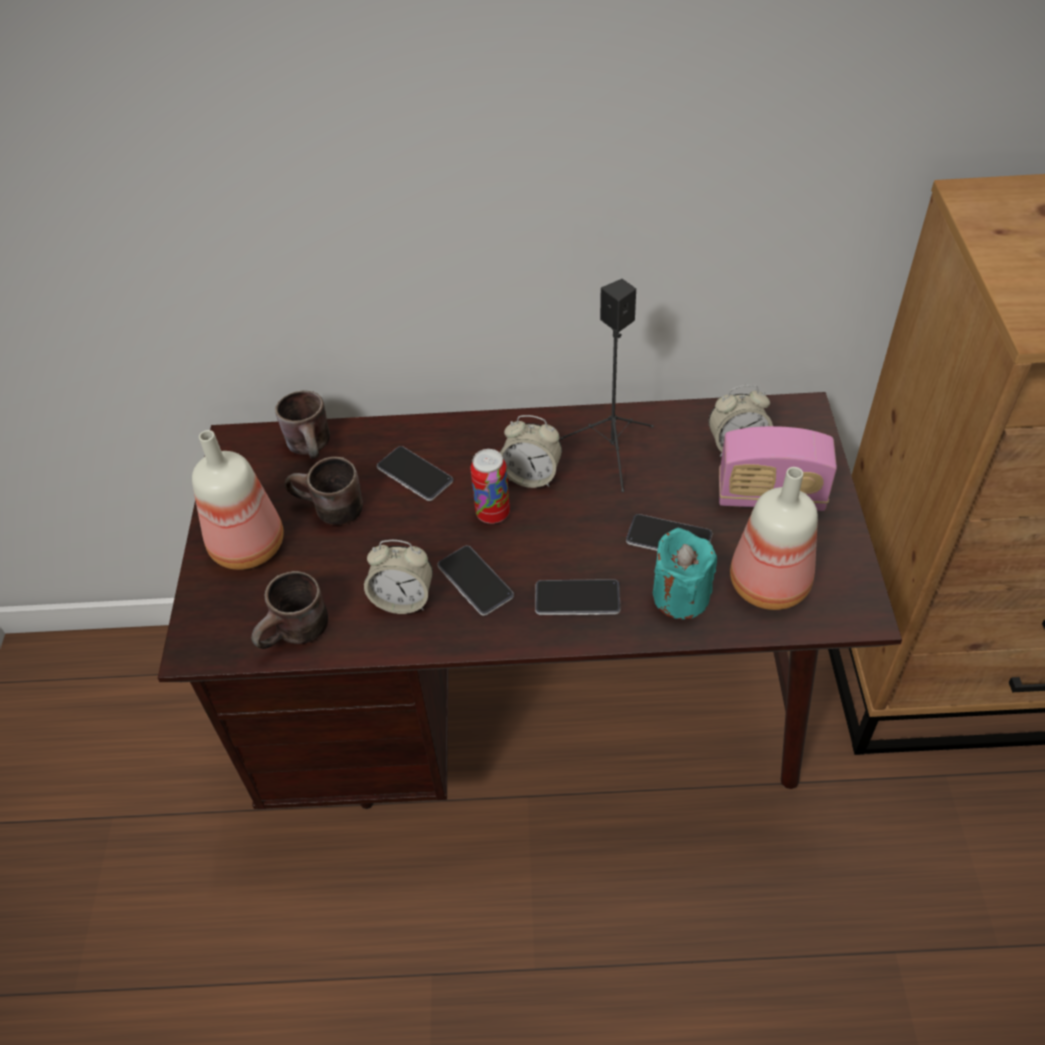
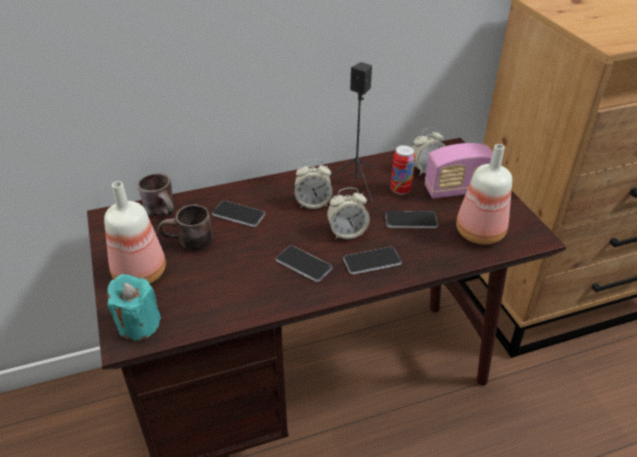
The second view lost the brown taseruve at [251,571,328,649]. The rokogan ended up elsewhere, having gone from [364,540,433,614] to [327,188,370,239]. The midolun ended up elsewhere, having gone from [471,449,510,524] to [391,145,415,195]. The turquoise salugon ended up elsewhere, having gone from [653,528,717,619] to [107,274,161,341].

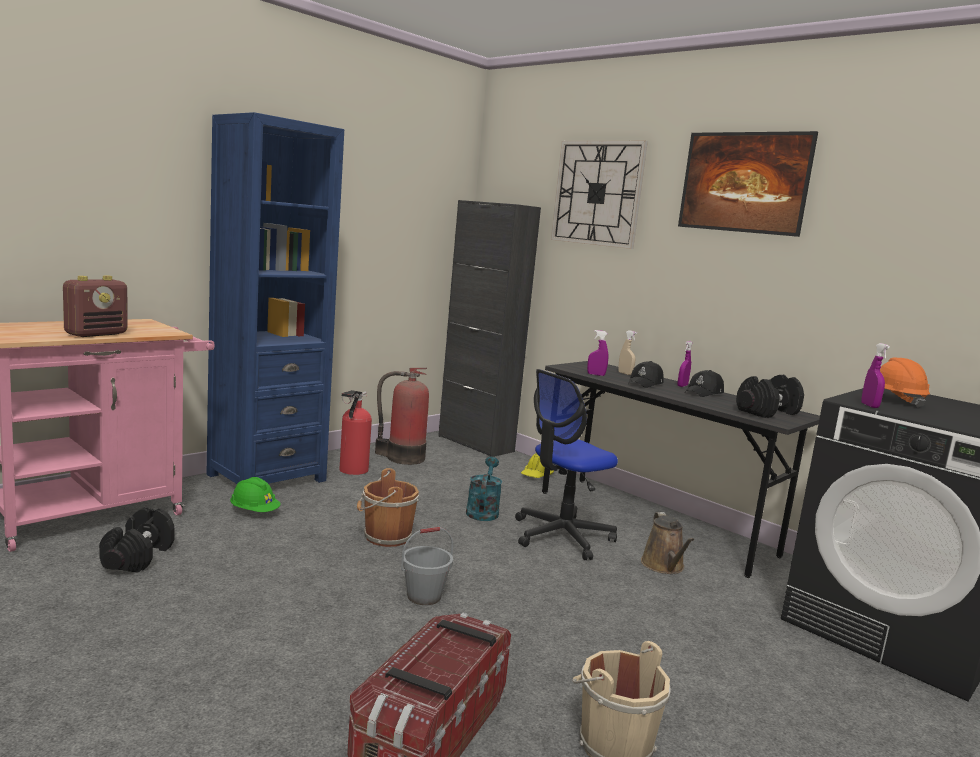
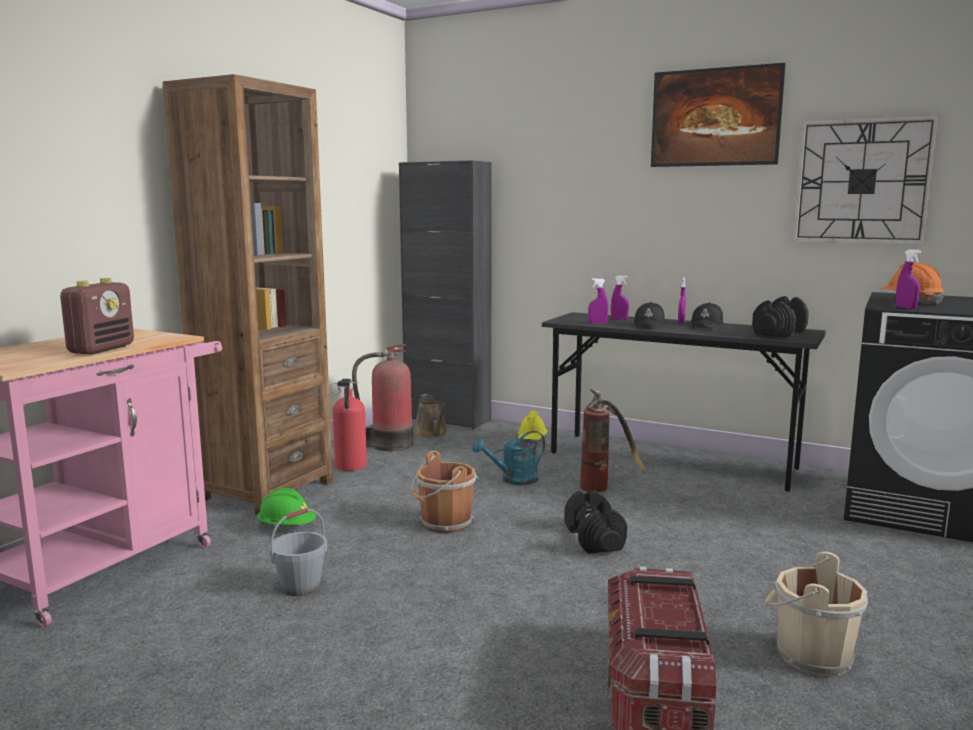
The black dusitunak ended up elsewhere, having gone from [99,507,174,573] to [564,490,627,554]. What was the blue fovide at [207,112,344,484] turned into the brown fovide at [162,74,333,515]. The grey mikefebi ended up elsewhere, having gone from [401,527,453,605] to [269,508,327,596]. The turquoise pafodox at [466,457,502,521] ended up facing another way, 105 degrees counterclockwise from before. Where the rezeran stood at [515,369,618,560], the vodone came to stand at [580,389,646,492]. The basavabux ended up elsewhere, having gone from [551,141,648,249] to [792,115,940,245]. What was the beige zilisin at [618,330,637,375] turned into the purple zilisin at [611,275,629,320]. The brown pafodox ended up elsewhere, having gone from [641,512,694,574] to [414,394,447,437].

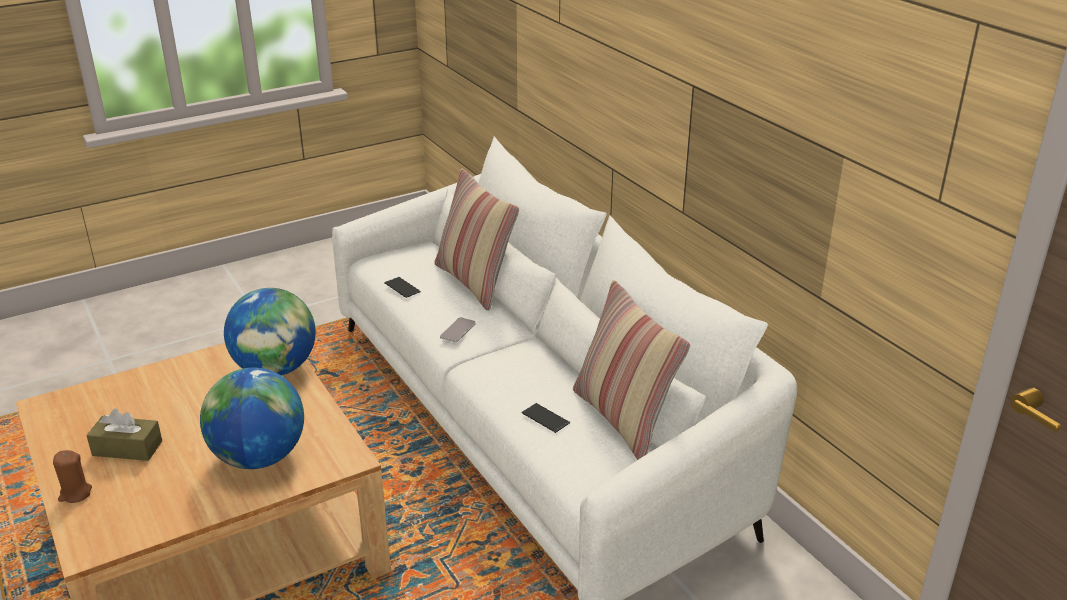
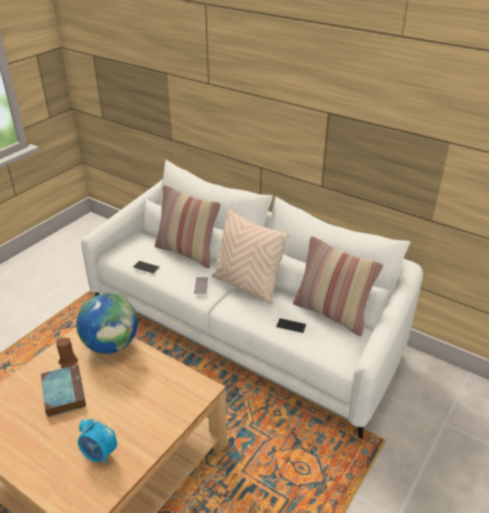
The brown salugon ended up elsewhere, having gone from [53,450,92,503] to [56,338,78,368]. The second view lost the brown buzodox at [86,409,162,461]. The second view lost the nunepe at [200,368,304,469]. The second view gained the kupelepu at [41,365,86,417]. The second view gained the rokogan at [78,418,117,465]. The second view gained the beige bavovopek at [212,208,289,304].

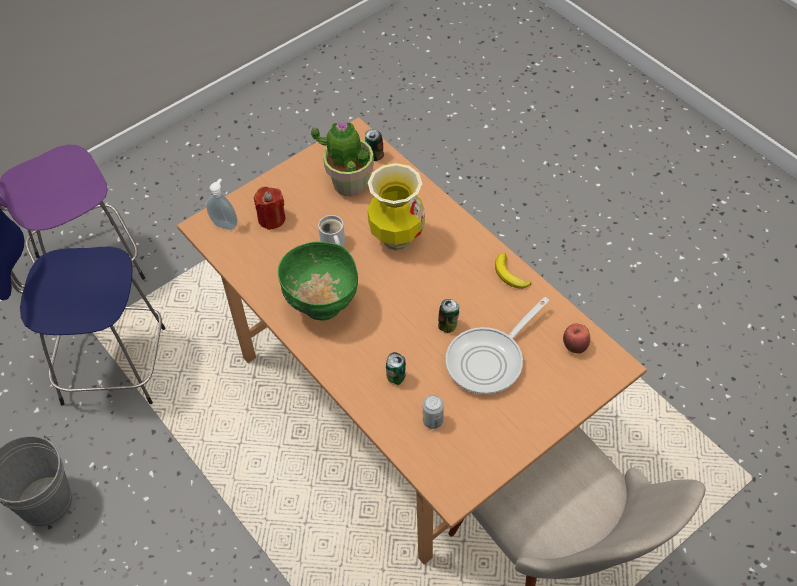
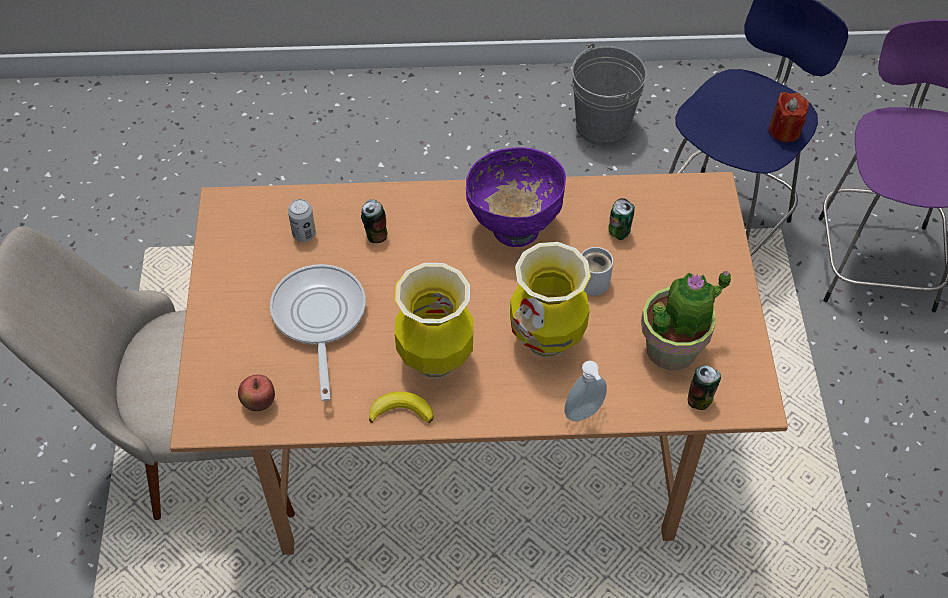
The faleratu ended up elsewhere, having gone from [206,178,238,230] to [564,361,607,422]. The red salugon ended up elsewhere, having gone from [254,187,285,230] to [769,92,809,142]. What was the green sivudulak at [278,242,358,321] turned into the purple sivudulak at [466,147,566,247]. The midolun ended up elsewhere, having gone from [438,299,459,333] to [608,198,635,240]. The second view gained the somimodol at [395,263,473,378].

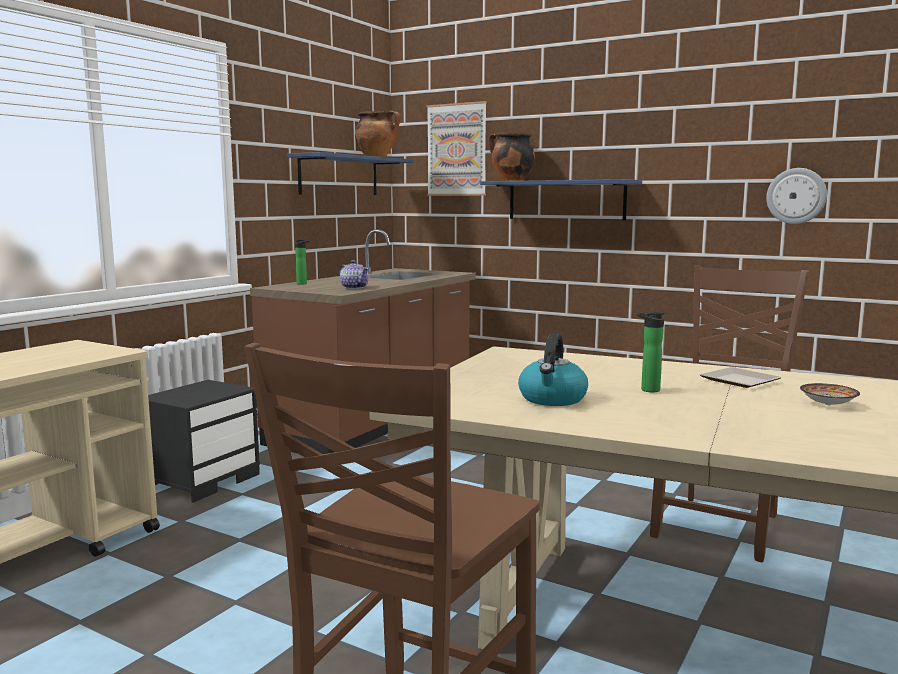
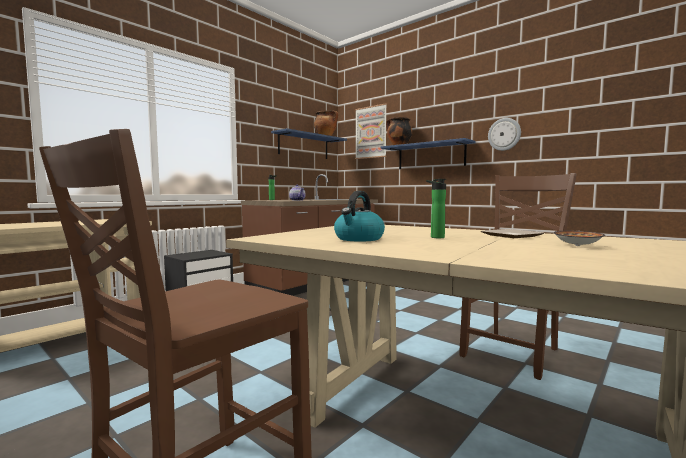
The basavabux ended up elsewhere, having gone from [766,168,827,224] to [488,118,521,151].

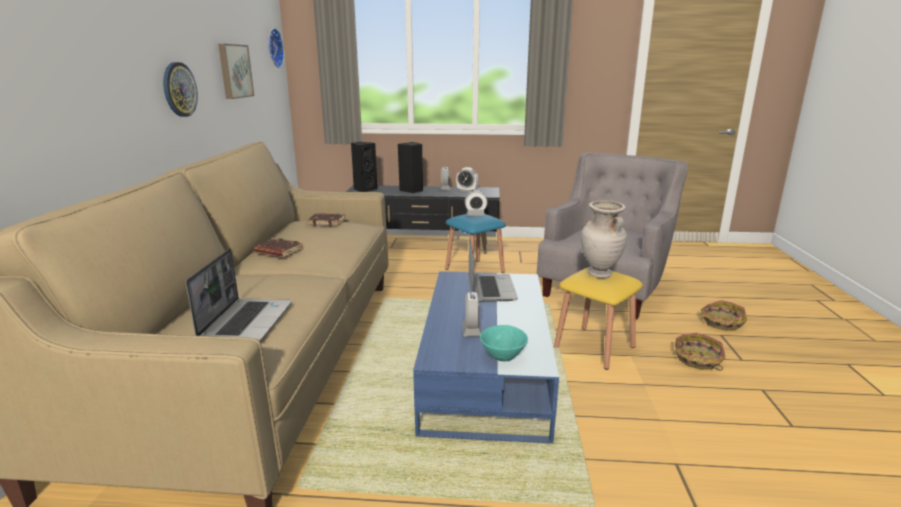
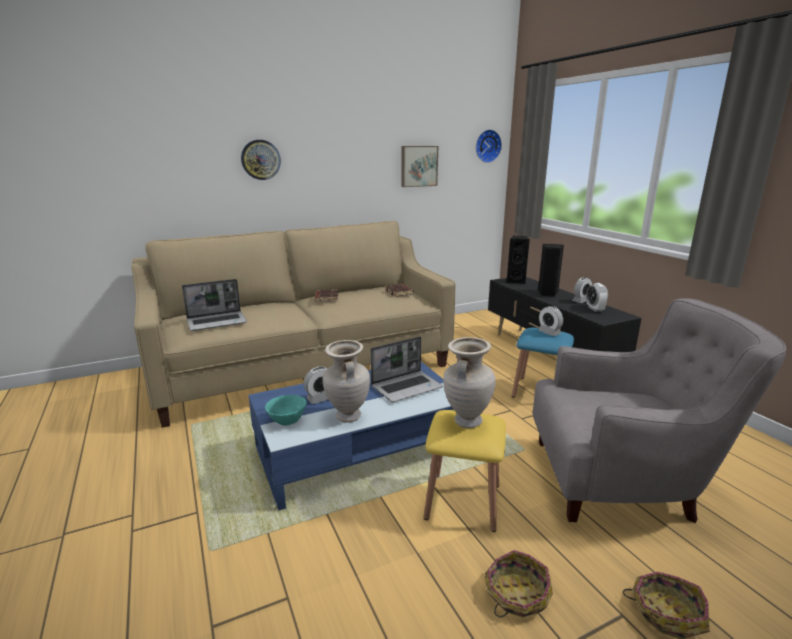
The basavabux ended up elsewhere, having gone from [163,62,198,117] to [241,140,281,180]. The second view gained the beige somimodol at [323,340,370,423].

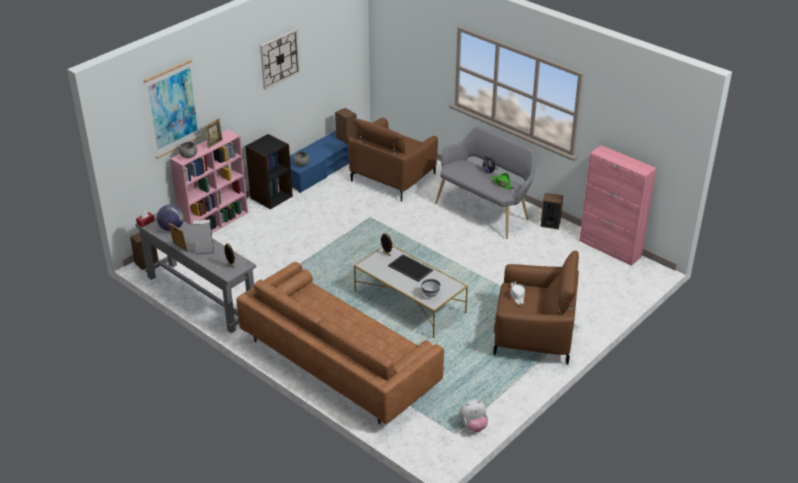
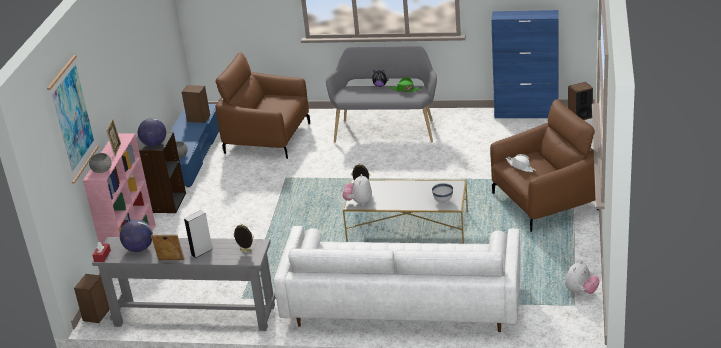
What was the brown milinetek at [236,262,444,424] turned into the white milinetek at [274,226,521,332]. The second view lost the basavabux at [260,29,300,89]. The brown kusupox at [348,118,438,201] ended up facing another way, 105 degrees clockwise from before. The second view lost the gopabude at [388,254,433,282]. The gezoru ended up elsewhere, having gone from [540,193,563,229] to [568,82,593,120]. What was the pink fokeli at [579,145,656,266] turned into the blue fokeli at [491,10,559,118]. The second view gained the nunepe at [138,118,166,146]. The second view gained the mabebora at [342,174,372,206].

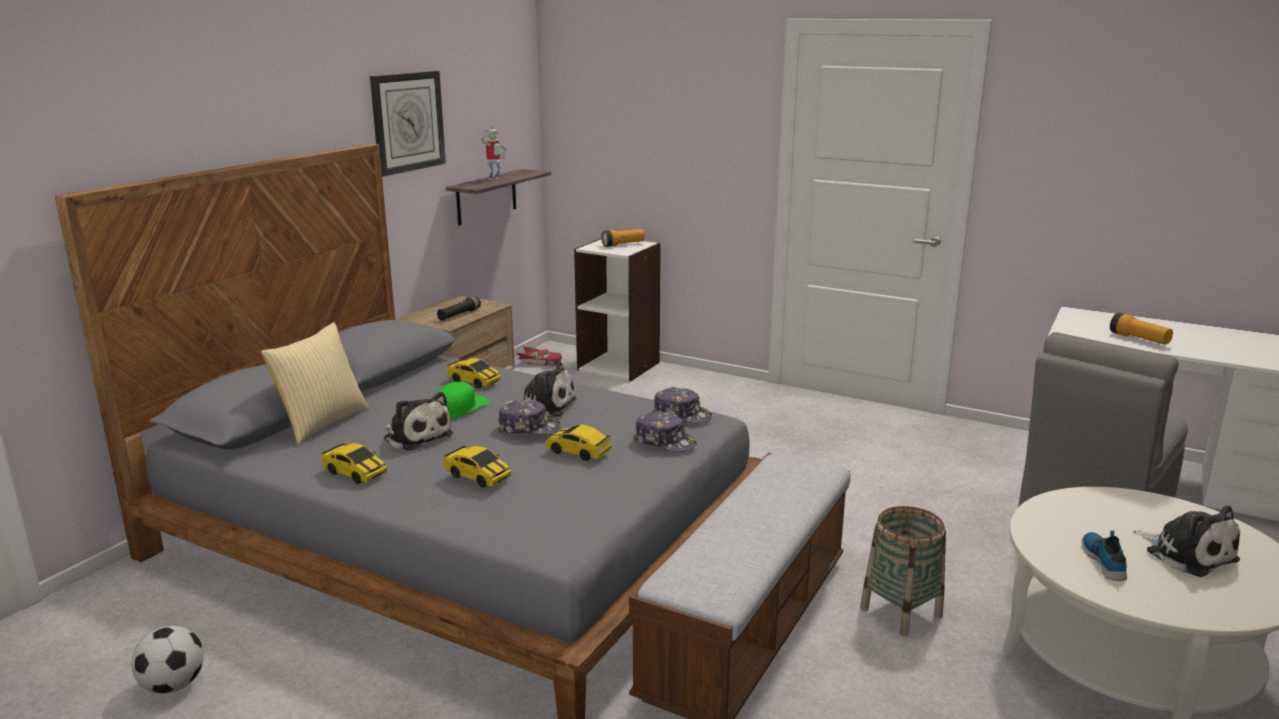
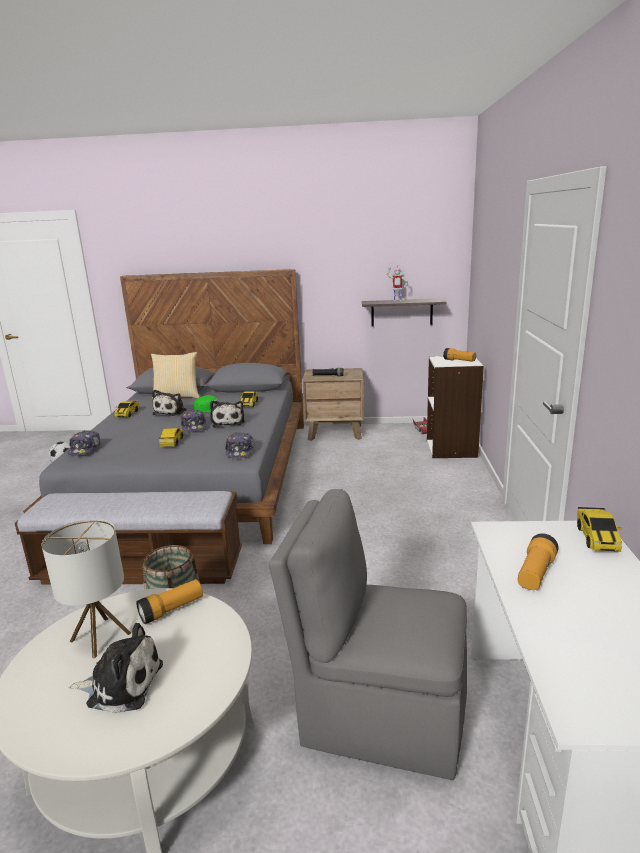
The second view lost the basavabux at [370,71,446,177]. The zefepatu ended up elsewhere, having gone from [444,446,511,488] to [577,507,622,552]. The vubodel ended up elsewhere, having gone from [633,411,697,452] to [67,430,100,456]. Where the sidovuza stood at [1082,530,1127,581], the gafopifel came to stand at [42,519,131,658]. The mabebora at [1133,505,1240,577] ended up facing another way, 120 degrees counterclockwise from before. The second view gained the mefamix at [137,579,203,624].

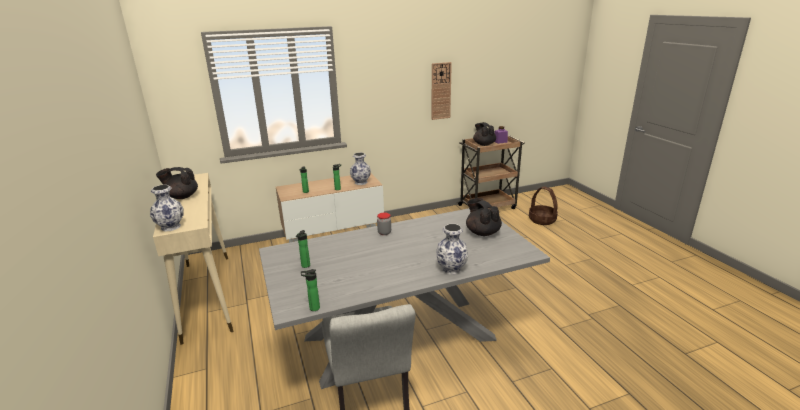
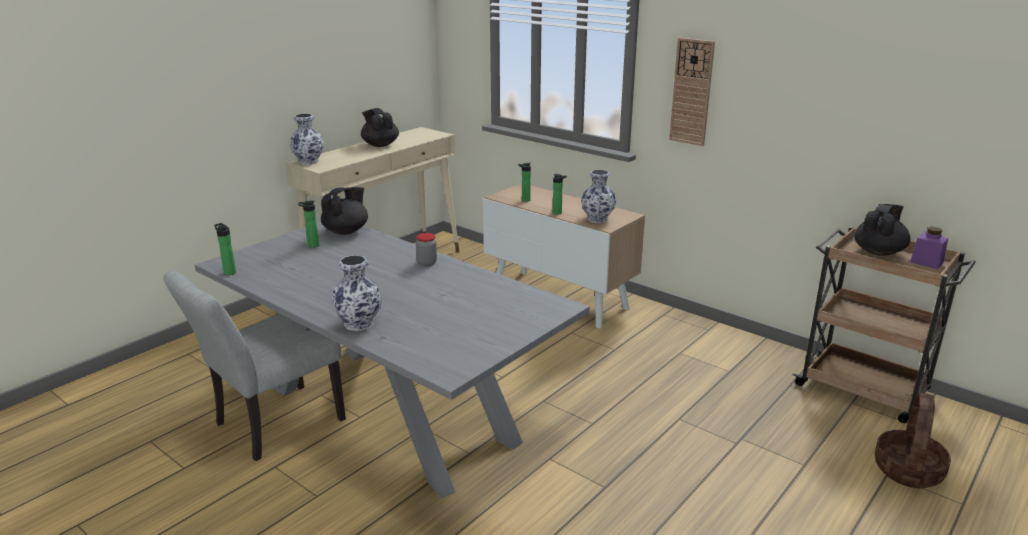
The basavabux ended up elsewhere, having gone from [431,62,452,120] to [669,38,715,146]. The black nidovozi ended up elsewhere, having gone from [466,198,502,236] to [321,187,368,234].

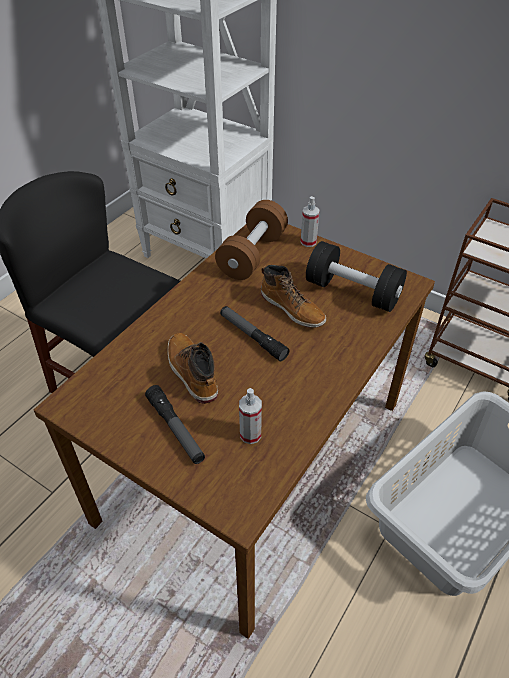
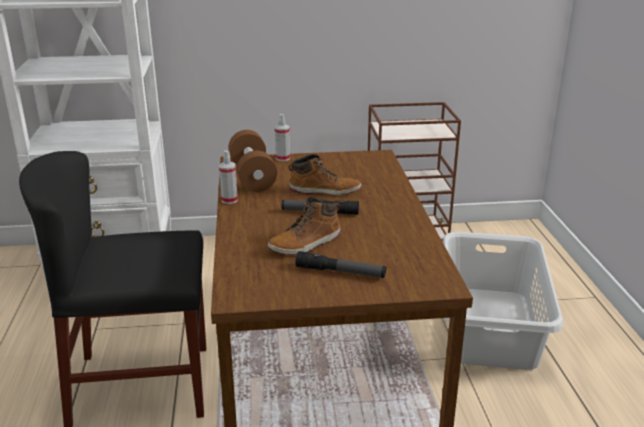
The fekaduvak at [168,333,218,404] ended up facing another way, 60 degrees counterclockwise from before. The zilisin ended up elsewhere, having gone from [239,388,262,444] to [219,150,238,204]. The second view lost the black dusitunak at [306,241,407,312].

